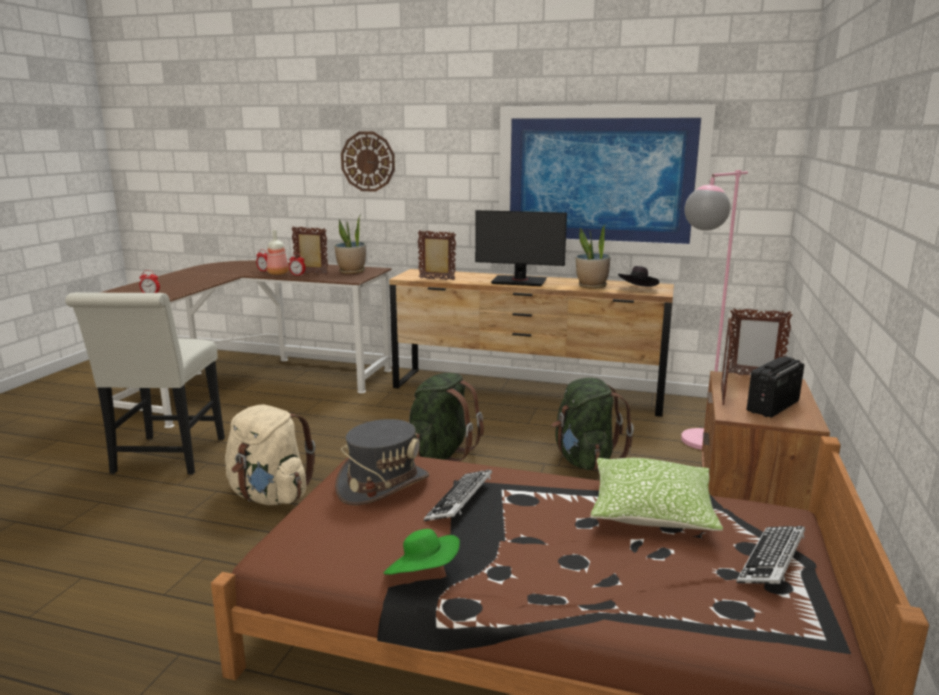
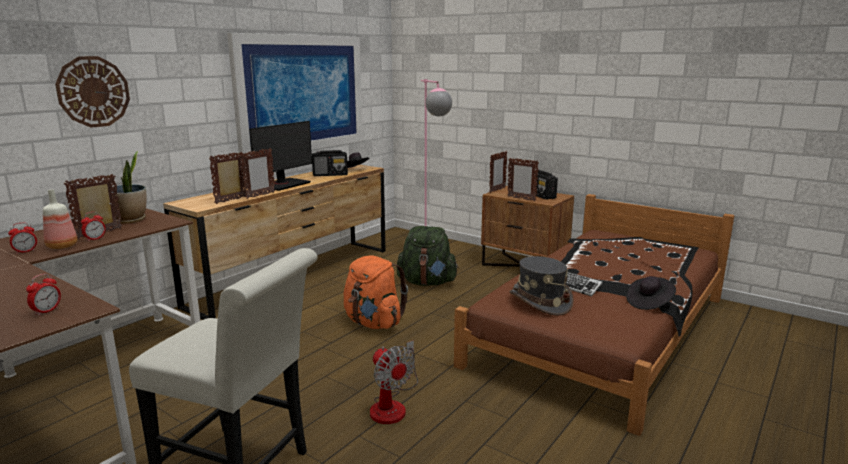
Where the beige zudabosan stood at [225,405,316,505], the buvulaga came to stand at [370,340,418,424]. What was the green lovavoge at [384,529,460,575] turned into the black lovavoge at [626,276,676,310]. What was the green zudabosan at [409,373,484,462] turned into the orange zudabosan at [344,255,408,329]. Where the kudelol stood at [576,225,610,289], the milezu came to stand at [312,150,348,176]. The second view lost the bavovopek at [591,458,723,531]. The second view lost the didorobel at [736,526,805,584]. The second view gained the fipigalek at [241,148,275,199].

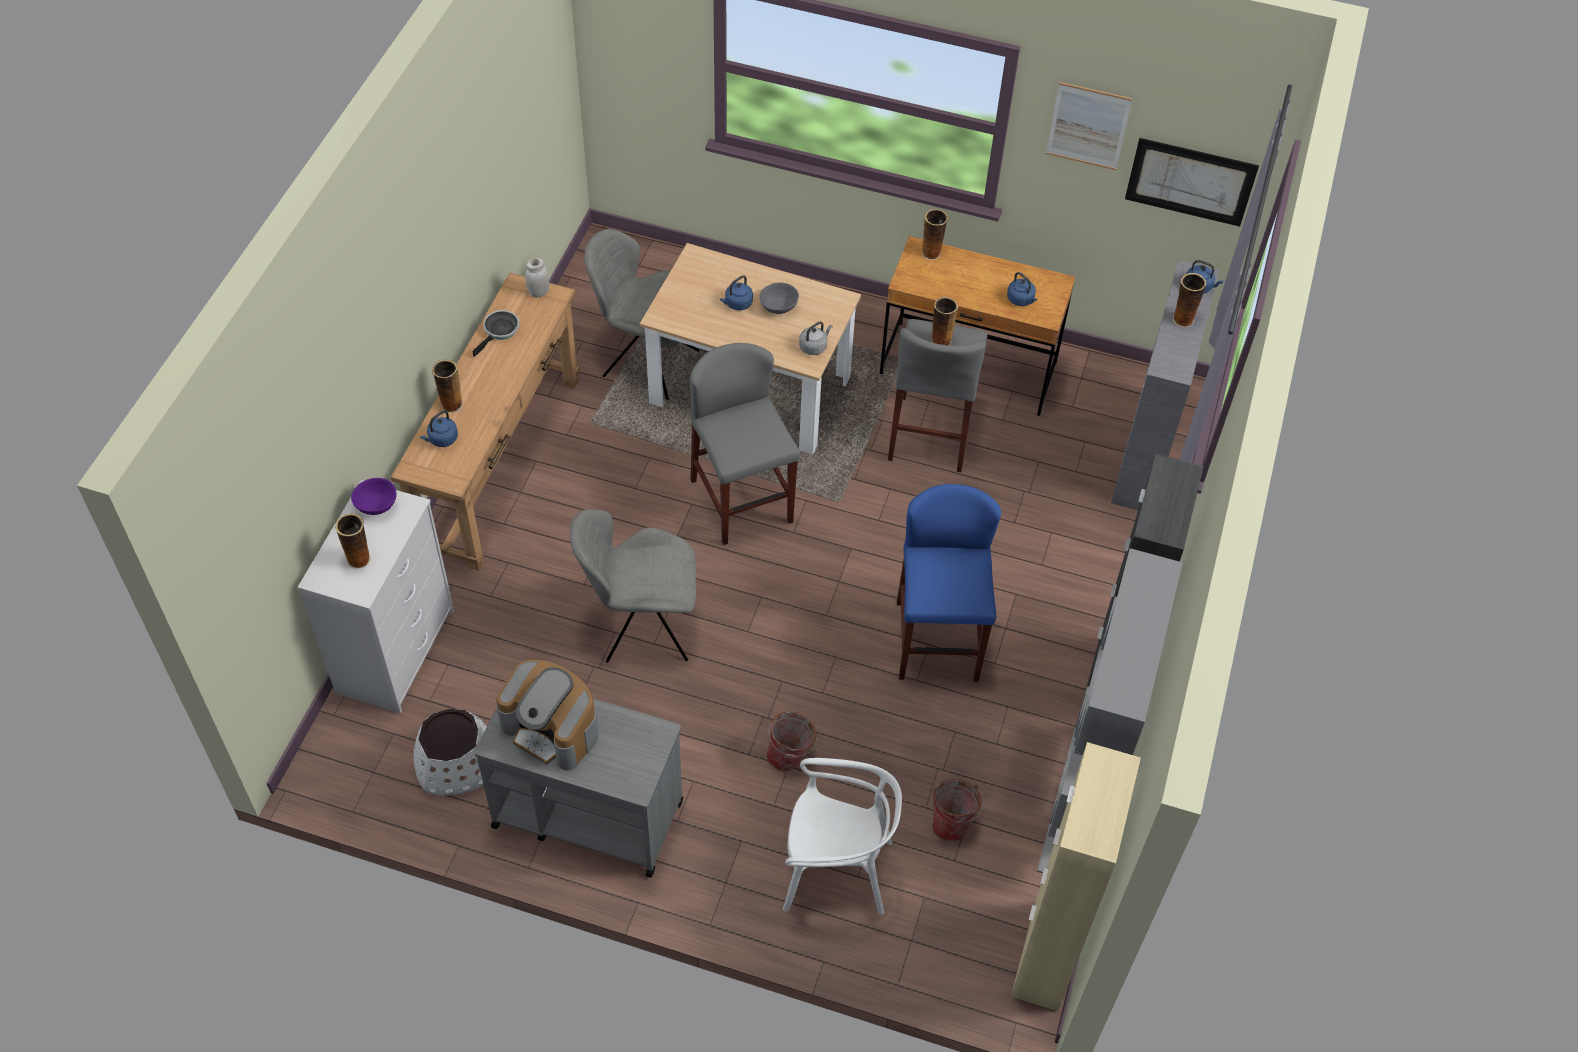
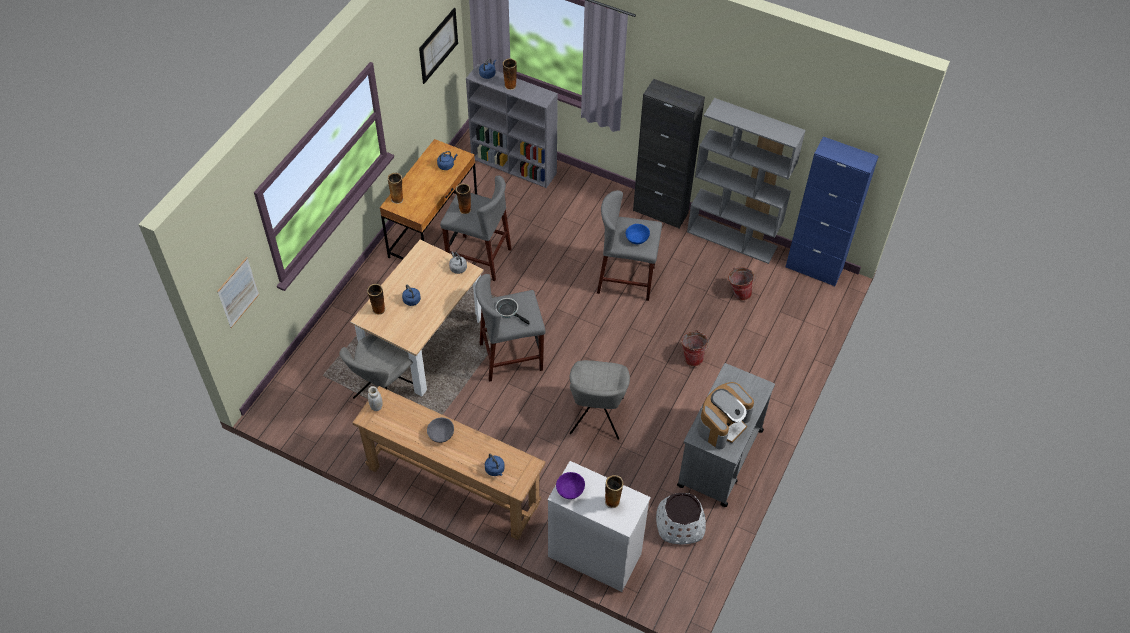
The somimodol ended up elsewhere, having gone from [432,360,463,413] to [367,284,386,315]. The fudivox ended up elsewhere, having gone from [473,310,520,357] to [495,298,529,325]. The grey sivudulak ended up elsewhere, having gone from [759,282,799,314] to [427,417,454,443]. The second view lost the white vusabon at [783,758,902,915]. What was the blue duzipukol at [897,484,1001,682] turned into the grey duzipukol at [597,190,662,301]. What was the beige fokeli at [1011,742,1141,1011] turned into the blue fokeli at [785,136,879,287]. The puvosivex ended up elsewhere, having gone from [1046,82,1133,170] to [217,257,259,328]. The second view gained the blue sivudulak at [626,224,650,244].

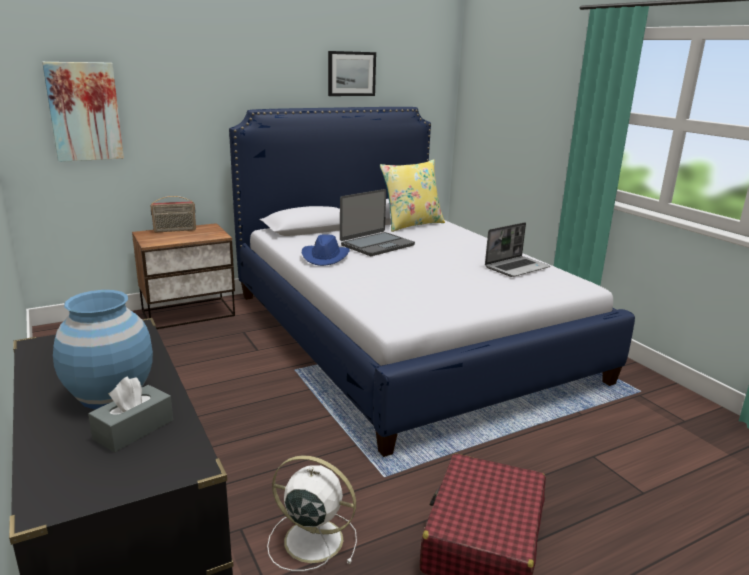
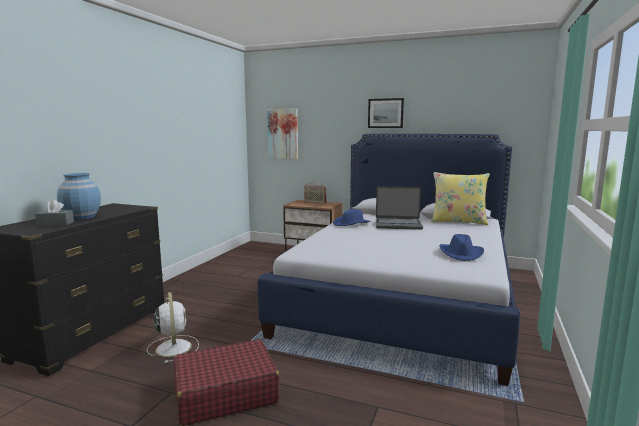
The puvosivex ended up elsewhere, having gone from [328,51,376,96] to [368,98,404,128]. Where the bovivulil stood at [485,222,550,277], the blue lovavoge came to stand at [439,234,484,261].

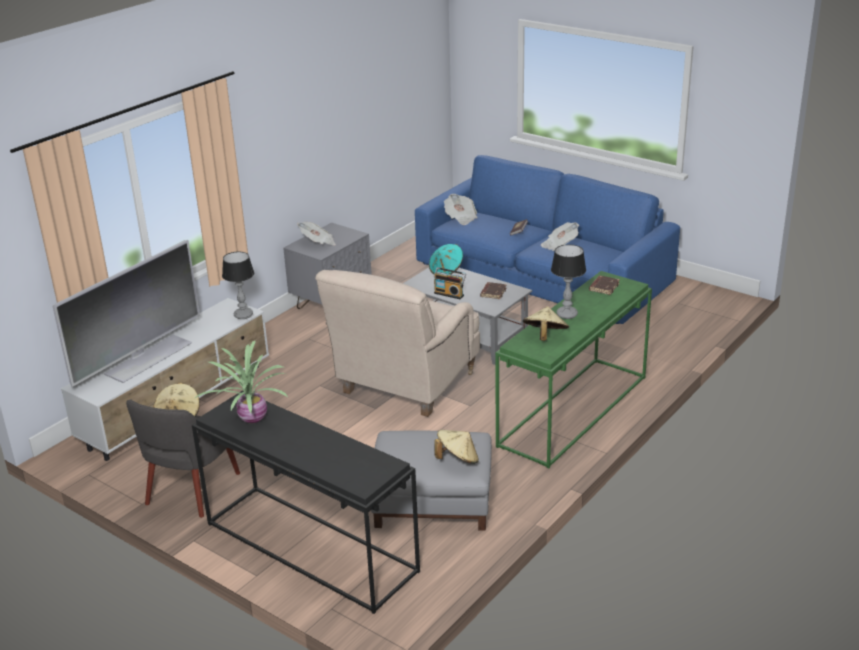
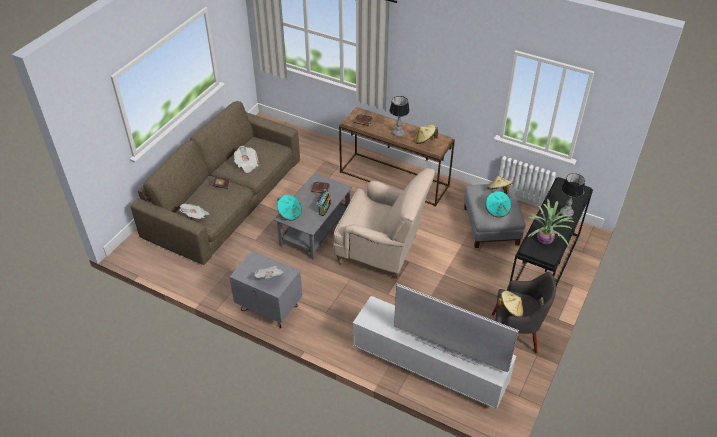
The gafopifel ended up elsewhere, having gone from [222,252,254,319] to [560,173,585,217]. What was the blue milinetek at [415,155,680,324] turned into the brown milinetek at [131,101,300,265]. What was the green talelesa at [495,271,652,469] turned into the brown talelesa at [339,107,455,207]. The second view gained the turquoise lovavoge at [486,191,511,217].

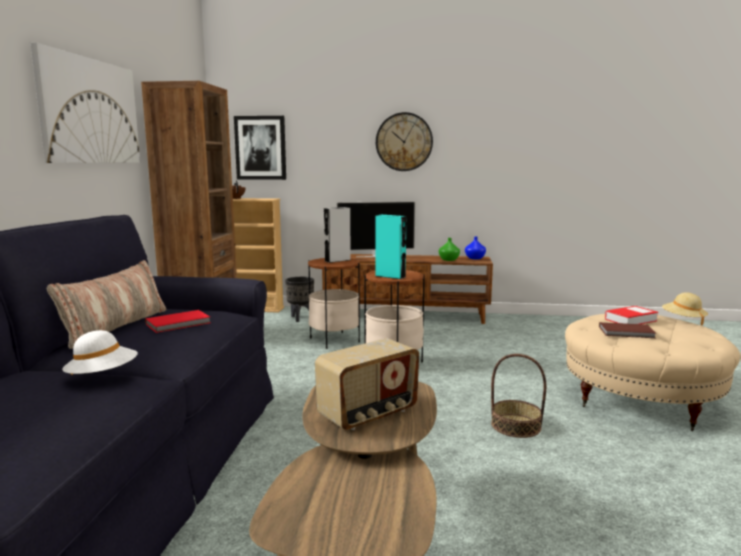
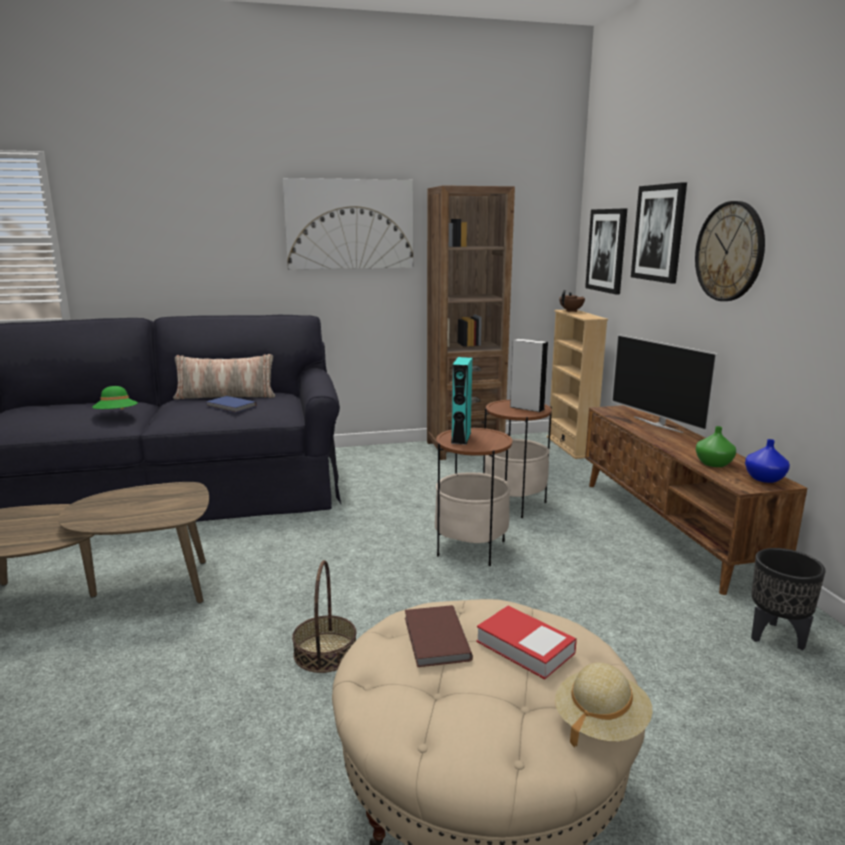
What was the white lovavoge at [62,330,138,375] turned into the green lovavoge at [92,386,138,410]. What was the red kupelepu at [145,310,211,333] turned into the blue kupelepu at [206,396,257,413]. The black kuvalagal ended up elsewhere, having gone from [285,277,314,322] to [751,548,826,650]. The second view lost the milezu at [315,338,419,430]. The second view gained the puvosivex at [631,182,687,283].

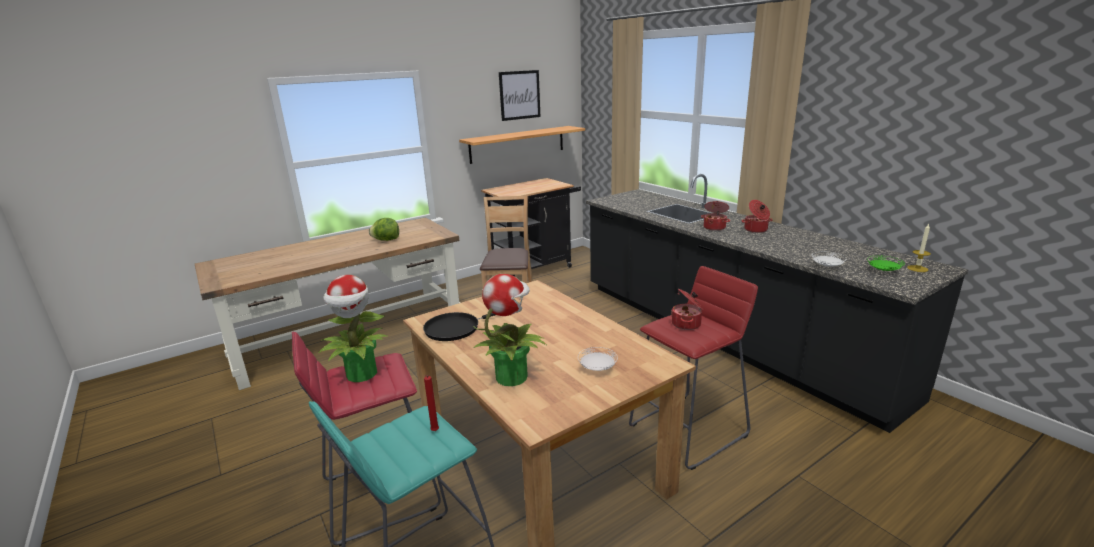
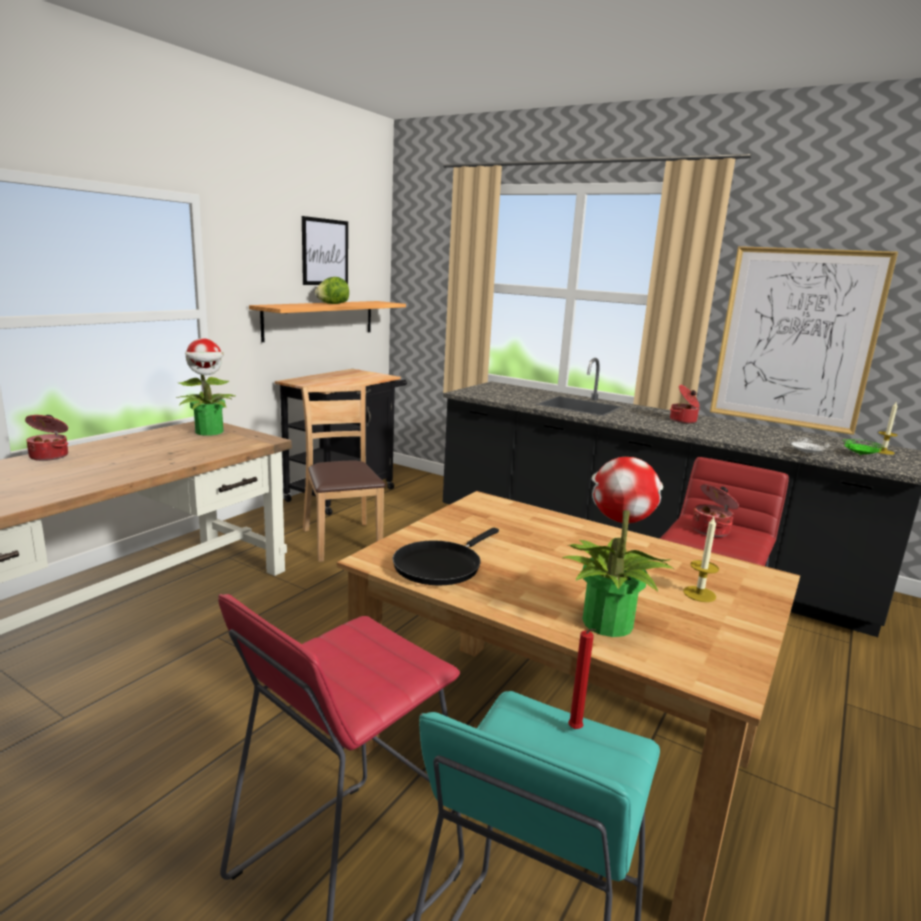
The kudelol ended up elsewhere, having gone from [319,275,387,382] to [176,338,236,436]. The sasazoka ended up elsewhere, having gone from [369,218,399,241] to [315,277,349,304]. Where the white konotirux stood at [578,347,618,371], the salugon came to stand at [683,517,719,602]. The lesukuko ended up elsewhere, having gone from [701,201,730,231] to [25,415,68,461]. The second view gained the puvosivex at [710,246,898,435].

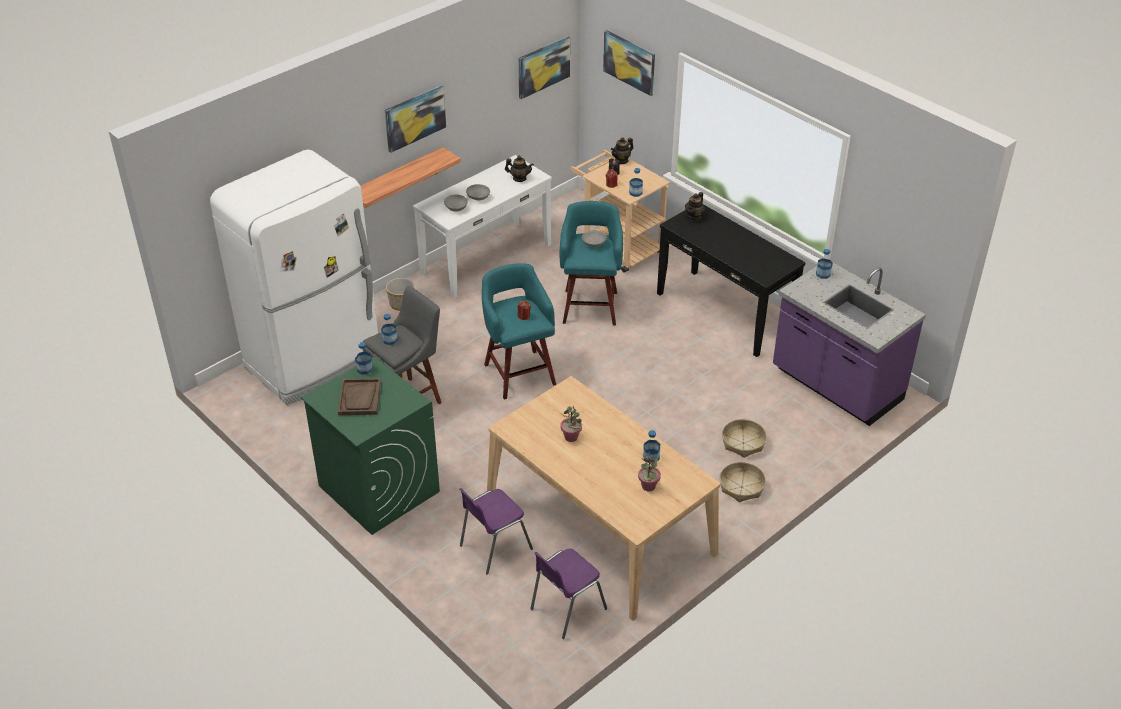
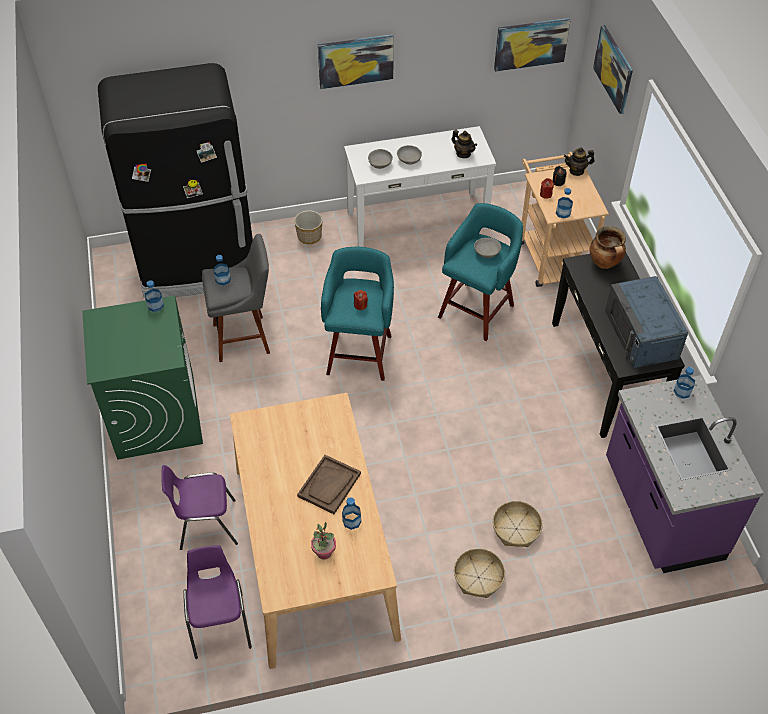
What was the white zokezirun at [210,150,378,405] turned into the black zokezirun at [98,63,253,298]. The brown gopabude ended up elsewhere, having gone from [338,378,381,415] to [297,455,361,514]. The second view lost the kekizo at [361,147,461,208]. The purple vusabon at [530,548,607,639] ended up facing another way, 90 degrees clockwise from before. The second view lost the kudelol at [561,406,582,442]. Where the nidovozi stood at [685,192,705,221], the lesukuko came to stand at [590,226,626,269]. The second view gained the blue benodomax at [605,276,688,368].

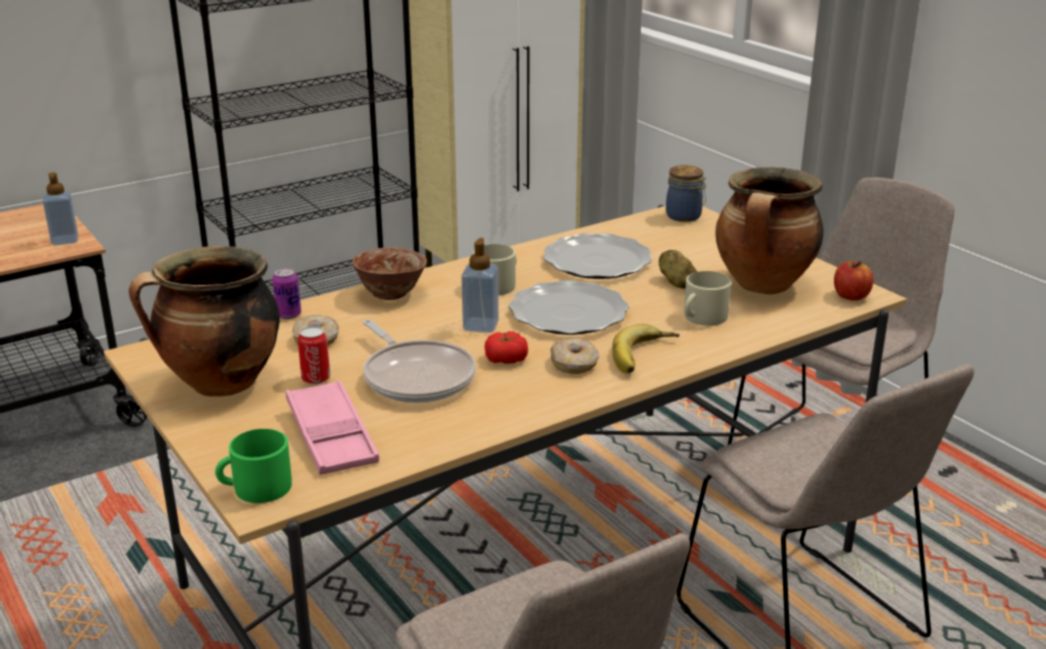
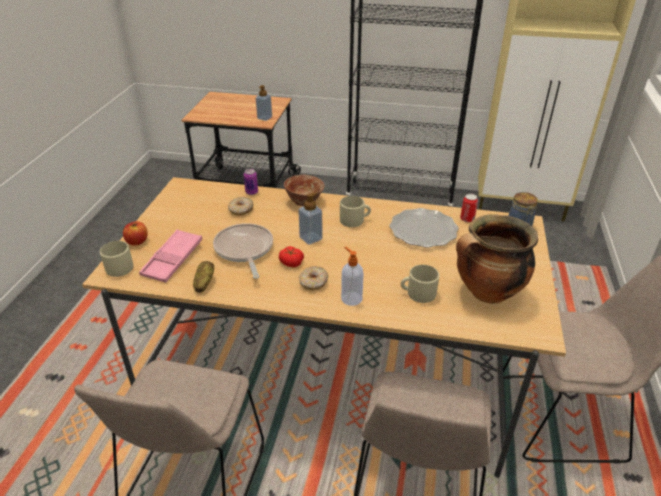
The second view lost the lesukuko at [129,246,280,397]. What was the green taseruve at [215,429,292,503] turned into the beige taseruve at [100,241,134,277]. The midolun ended up elsewhere, having gone from [298,326,330,384] to [460,194,478,222]. The fudivox at [363,319,476,403] ended up facing another way, 150 degrees clockwise from before. The second view lost the konotirux at [508,280,629,335]. Where the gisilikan stood at [612,324,679,373], the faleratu came to stand at [341,247,364,306]. The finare ended up elsewhere, having gone from [659,250,697,289] to [193,261,214,293]. The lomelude ended up elsewhere, having gone from [834,261,874,301] to [123,221,148,246].

